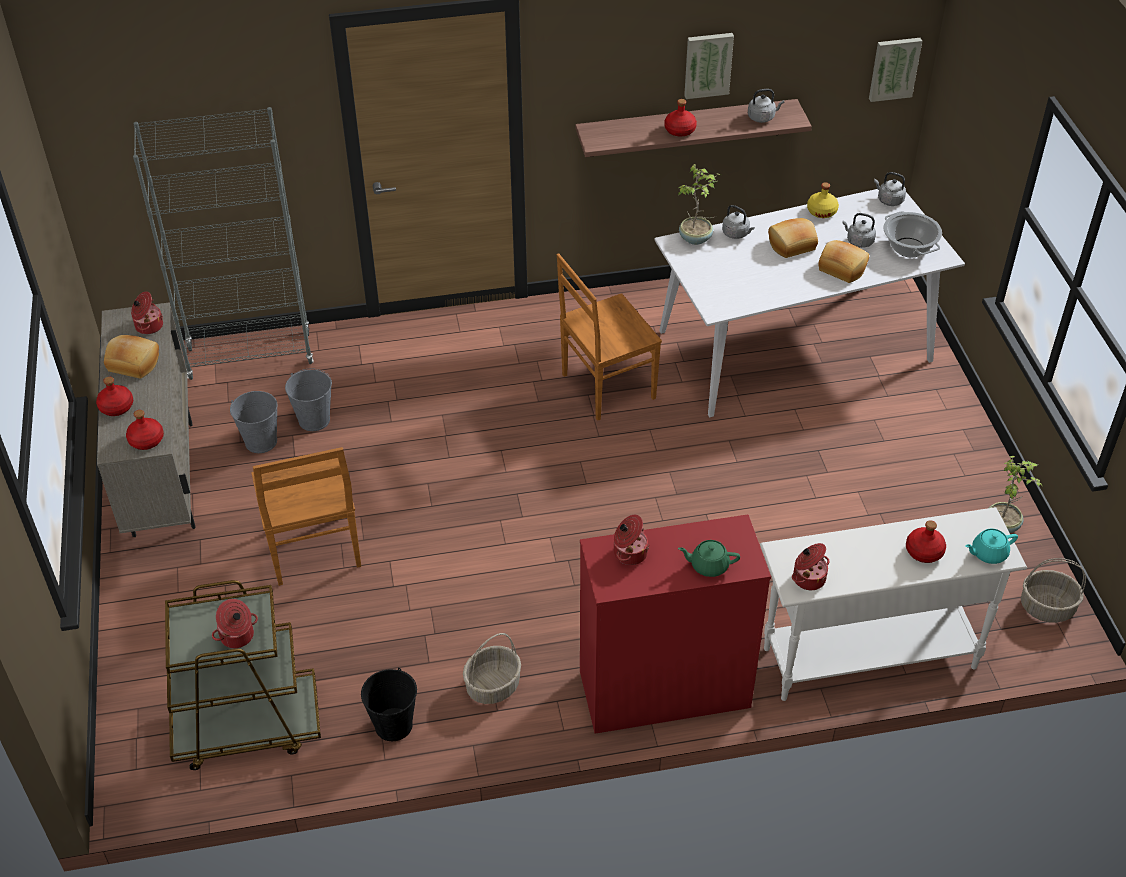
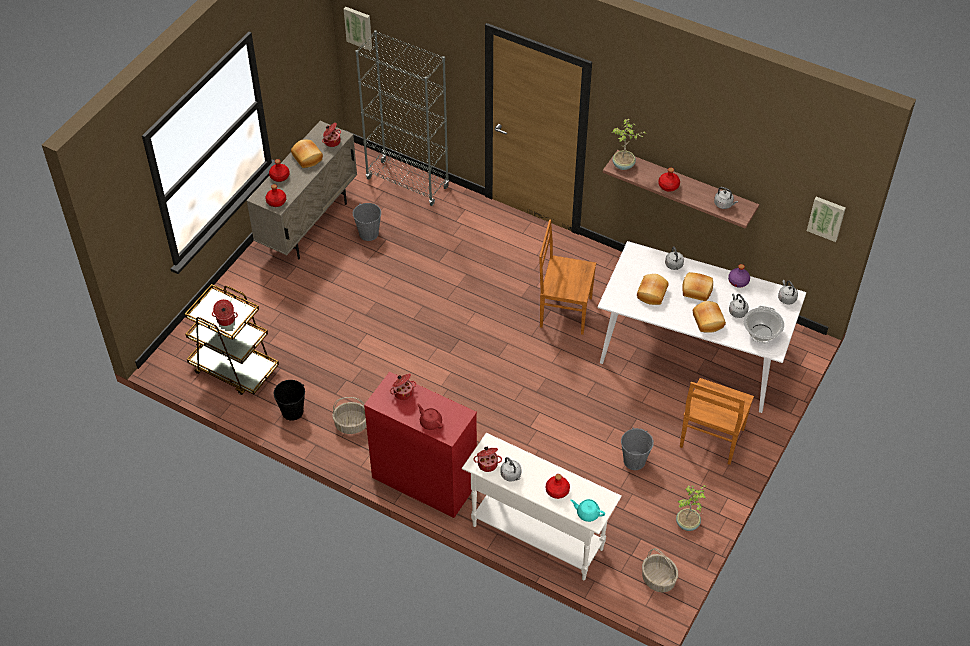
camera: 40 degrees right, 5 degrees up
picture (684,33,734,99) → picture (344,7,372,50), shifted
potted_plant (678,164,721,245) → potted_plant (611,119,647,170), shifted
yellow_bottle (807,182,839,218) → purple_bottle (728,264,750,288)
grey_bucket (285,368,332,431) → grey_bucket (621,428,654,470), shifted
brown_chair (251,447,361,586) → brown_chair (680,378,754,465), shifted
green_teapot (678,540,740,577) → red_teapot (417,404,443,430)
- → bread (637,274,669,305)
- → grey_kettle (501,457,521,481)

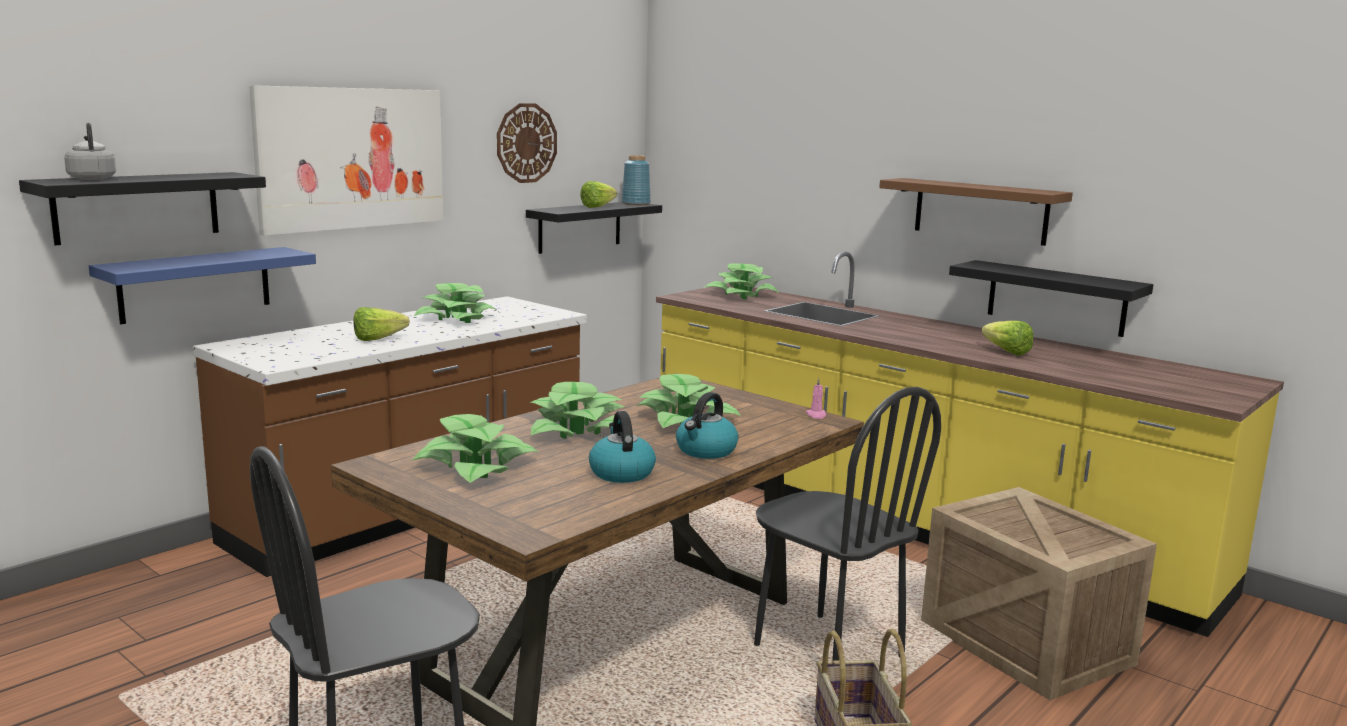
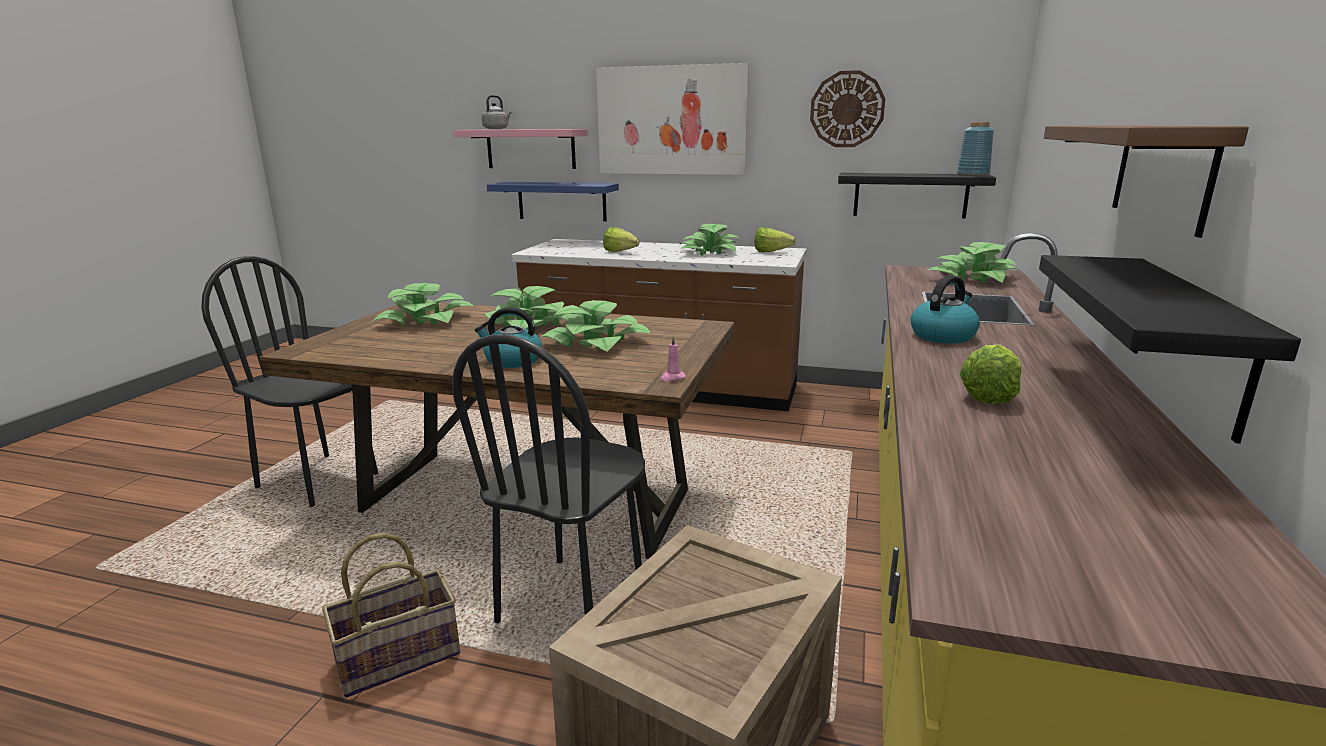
camera: 65 degrees right, 5 degrees up
black_shelf (19,172,266,245) → pink_shelf (453,129,588,169)
lettuce (580,181,617,208) → lettuce (755,227,796,252), shifted
kettle (589,411,656,483) → kettle (911,275,980,343), shifted

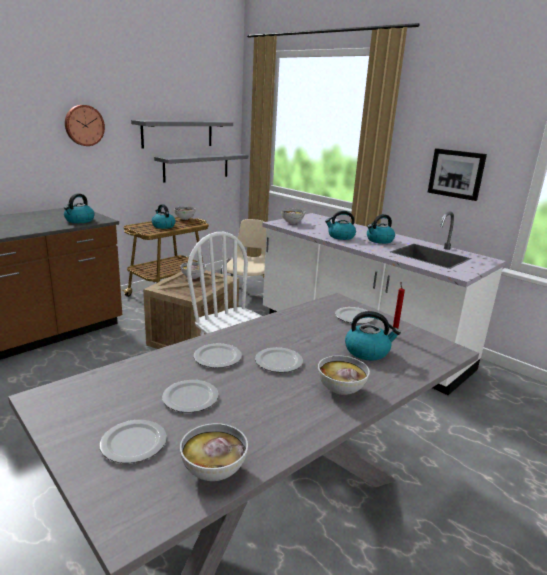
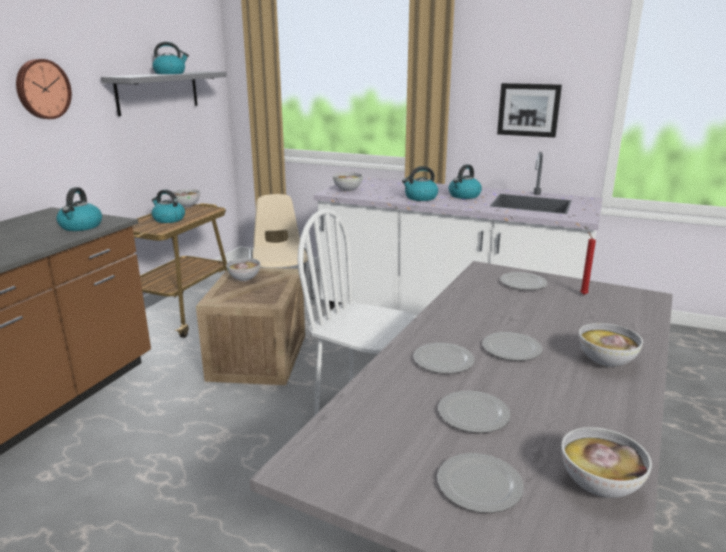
camera: 20 degrees left, 0 degrees up
grey_shelf (154,153,248,182) → -
kettle (345,311,401,361) → kettle (152,42,189,74), shifted

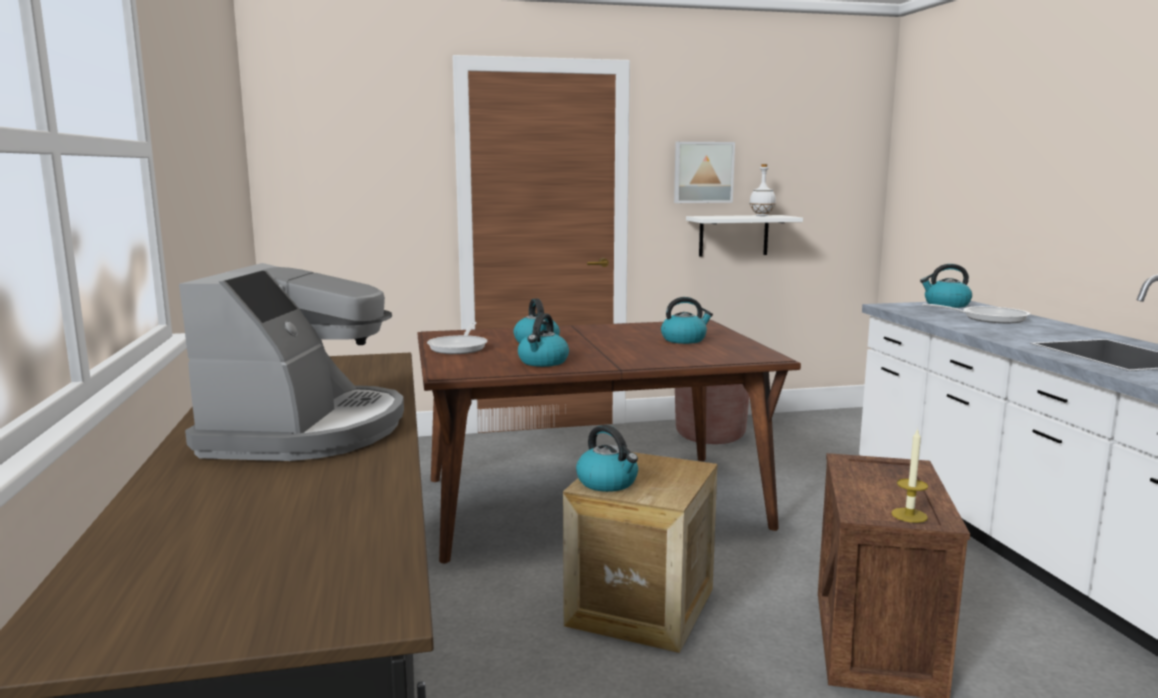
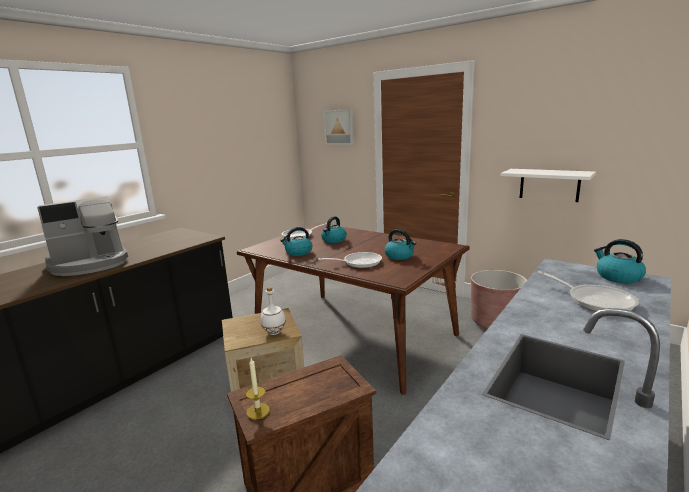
camera: 50 degrees right, 5 degrees up
picture (674,142,735,203) → picture (324,109,354,144), shifted
white_bottle (749,164,776,216) → white_bottle (260,287,286,335), shifted
kettle (576,425,638,492) → -
- → frying_pan (318,252,382,268)

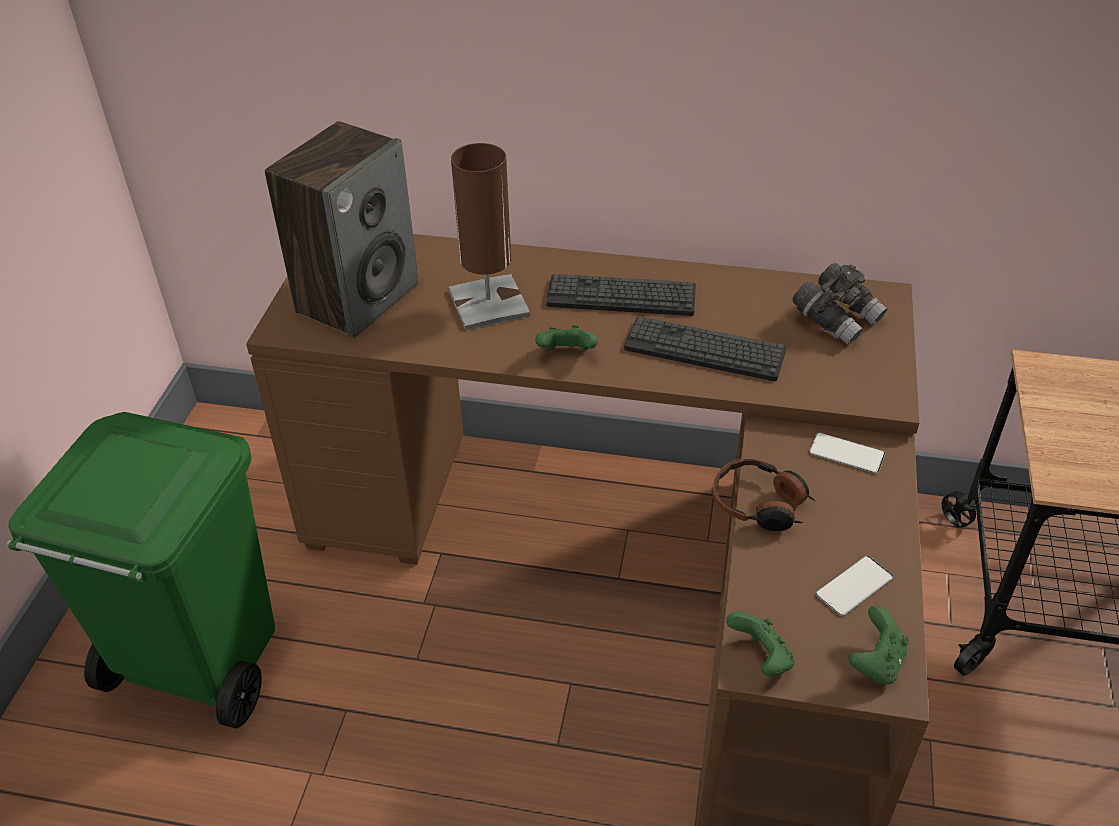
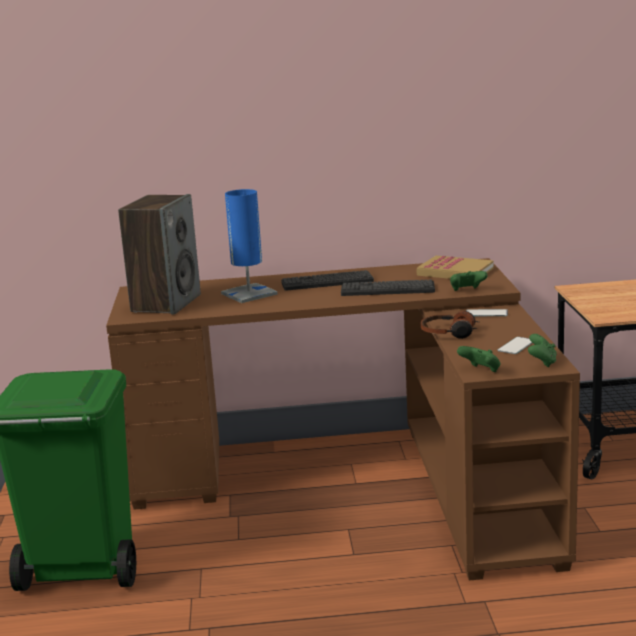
camera: 15 degrees left, 25 degrees down
brown_table_lamp (448,143,530,330) → blue_table_lamp (221,189,277,303)
grey_binoculars (793,263,887,345) → book (417,256,494,279)
green_game_controller (535,325,598,350) → green_game_controller (450,271,488,291), shifted

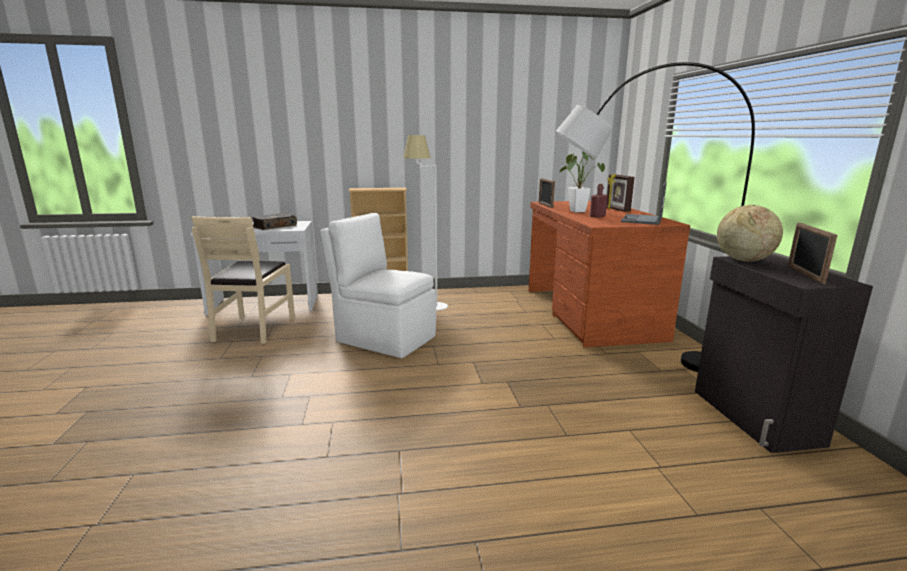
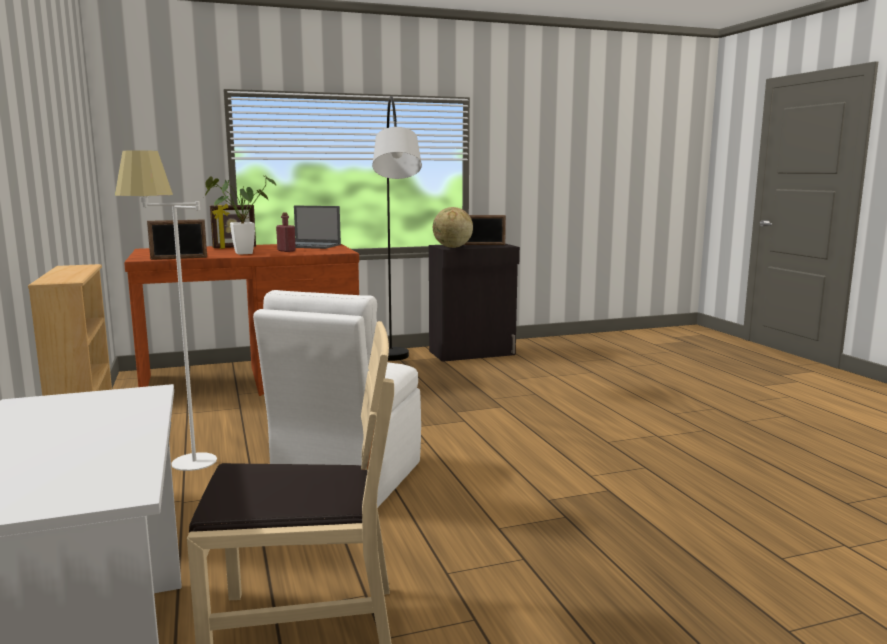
camera: 100 degrees left, 5 degrees down
book (251,213,297,230) → -

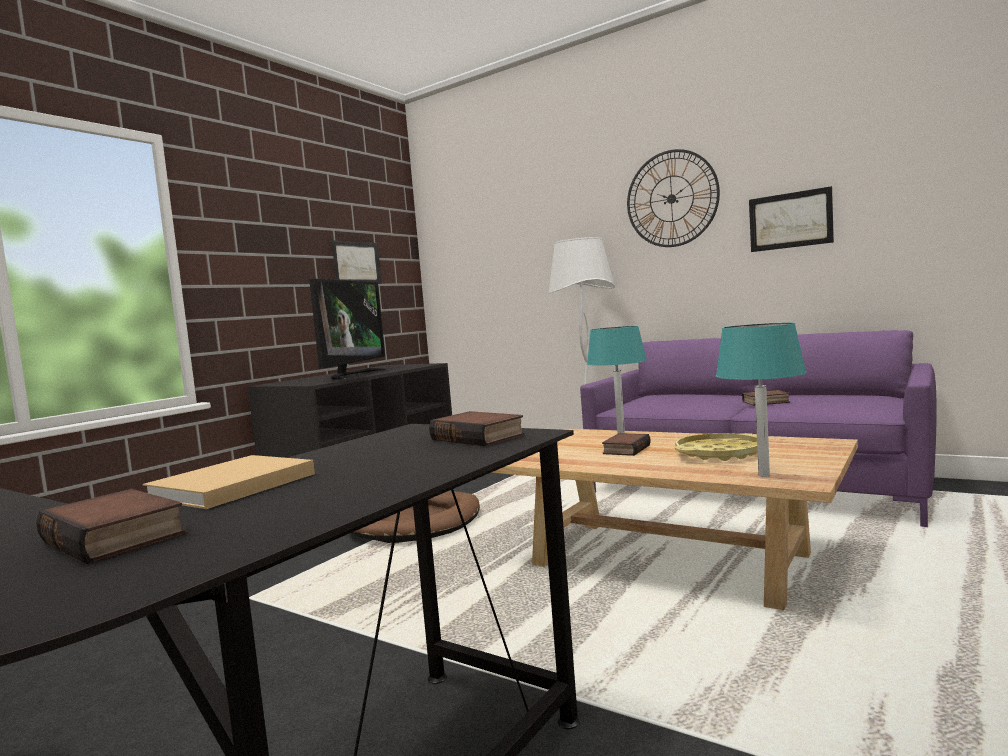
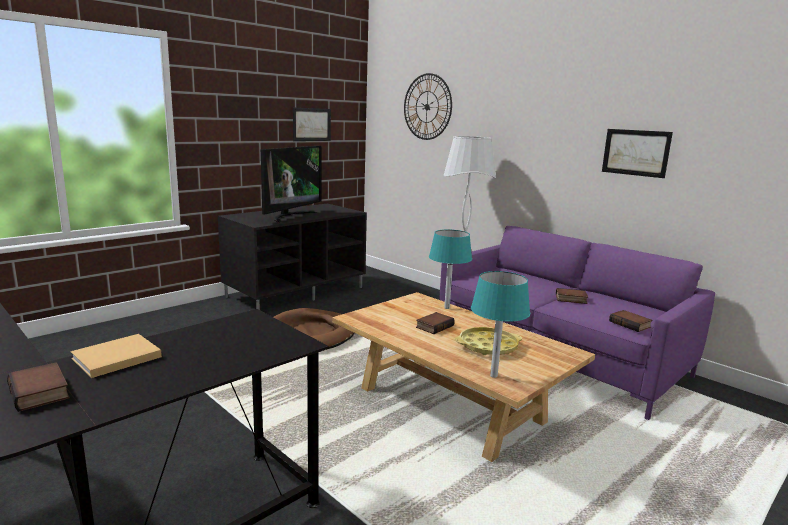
camera: 10 degrees right, 10 degrees up
wall_clock (627,149,720,247) → wall_clock (404,73,452,140), shifted
book (429,411,525,446) → book (609,310,652,332), shifted

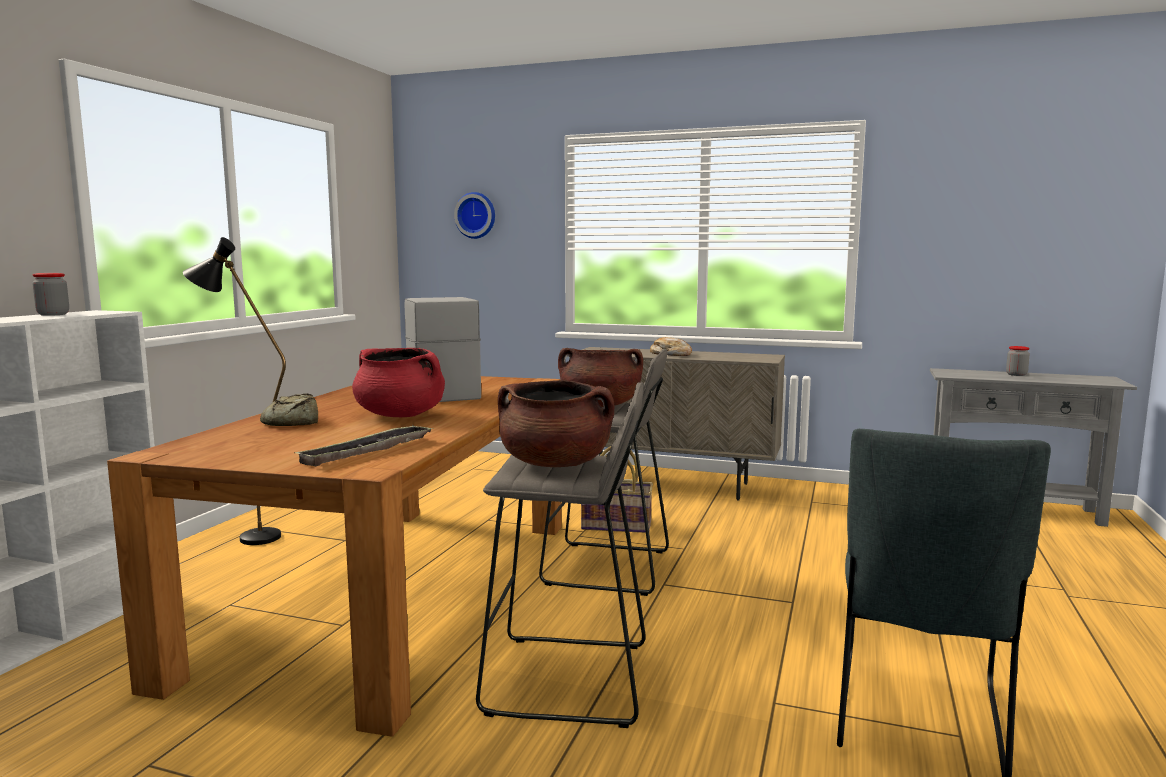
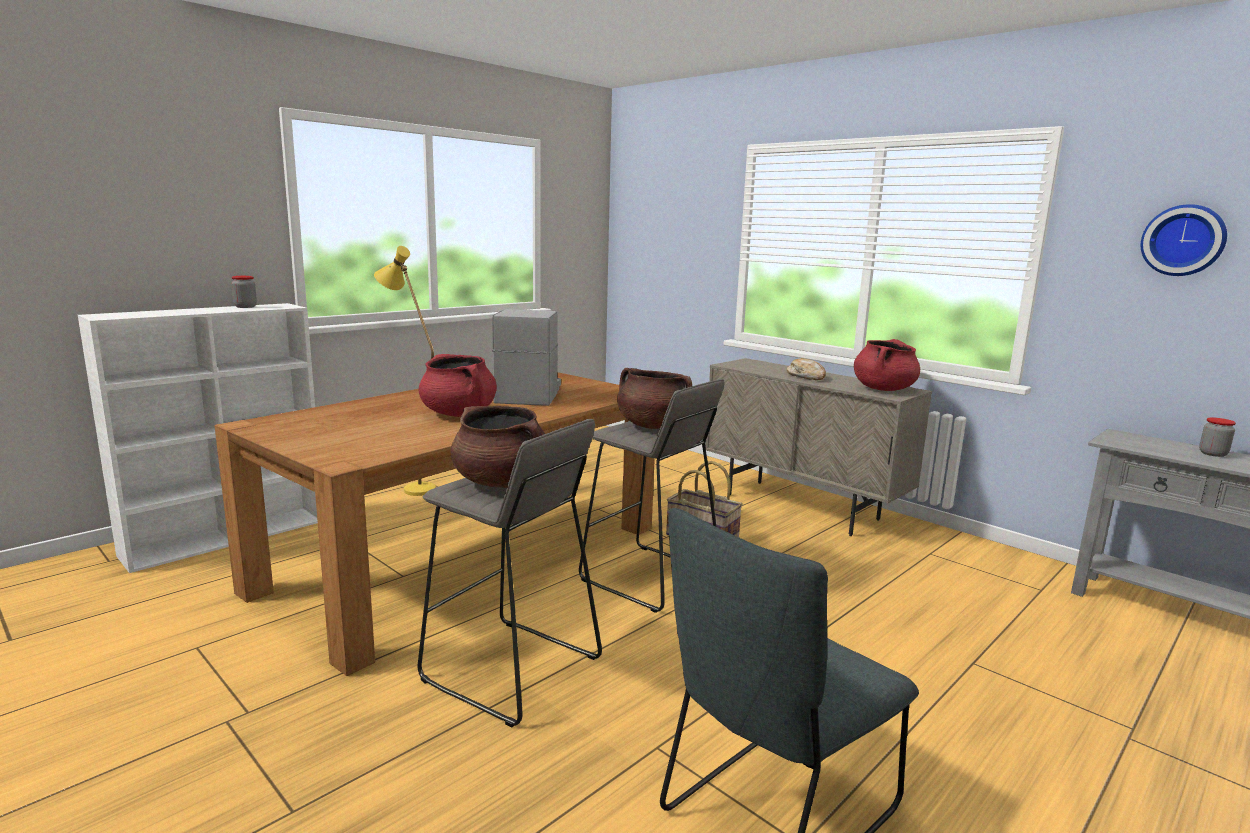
camera: 25 degrees right, 5 degrees up
wall_clock (454,192,495,239) → wall_clock (1141,204,1227,276), shifted
black_floor_lamp (183,237,286,545) → yellow_floor_lamp (374,246,436,496)
bread (260,394,318,426) → -
tray (295,425,433,466) → -
- → red_cooking_pot (854,339,920,391)

